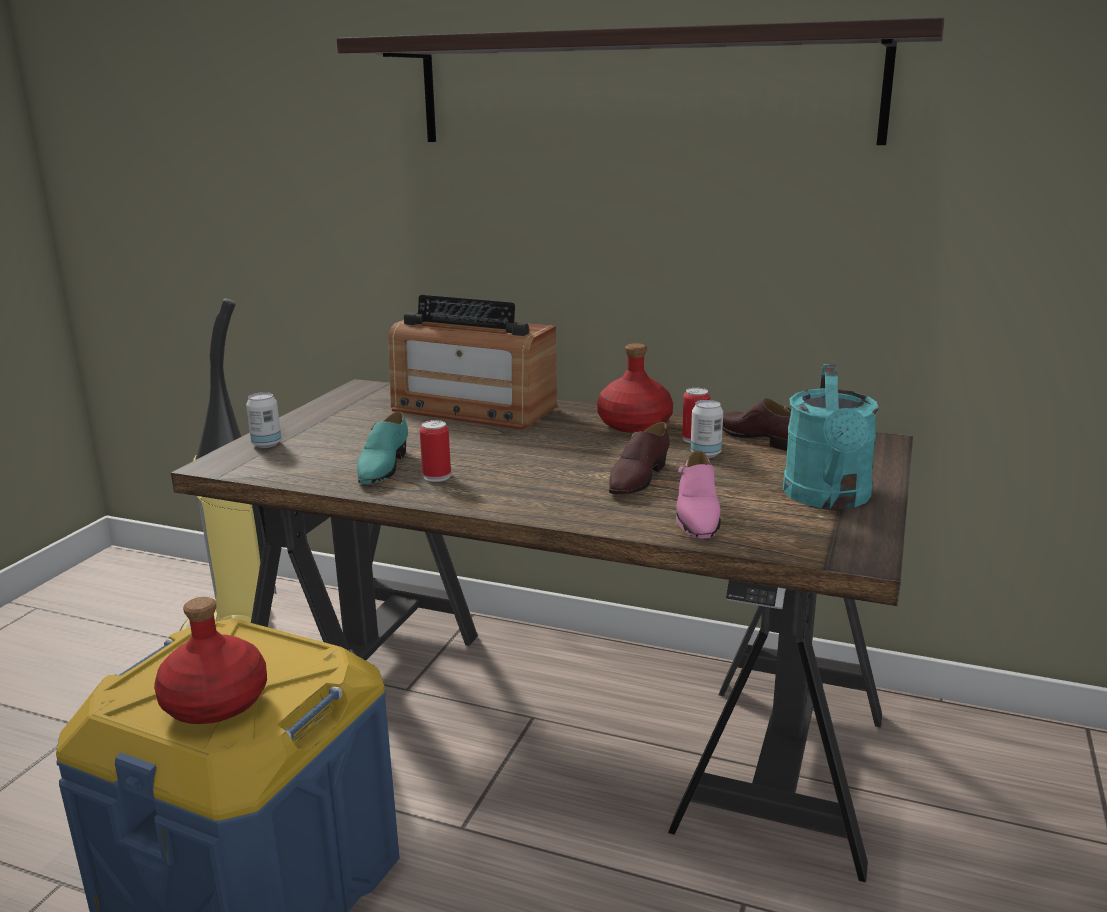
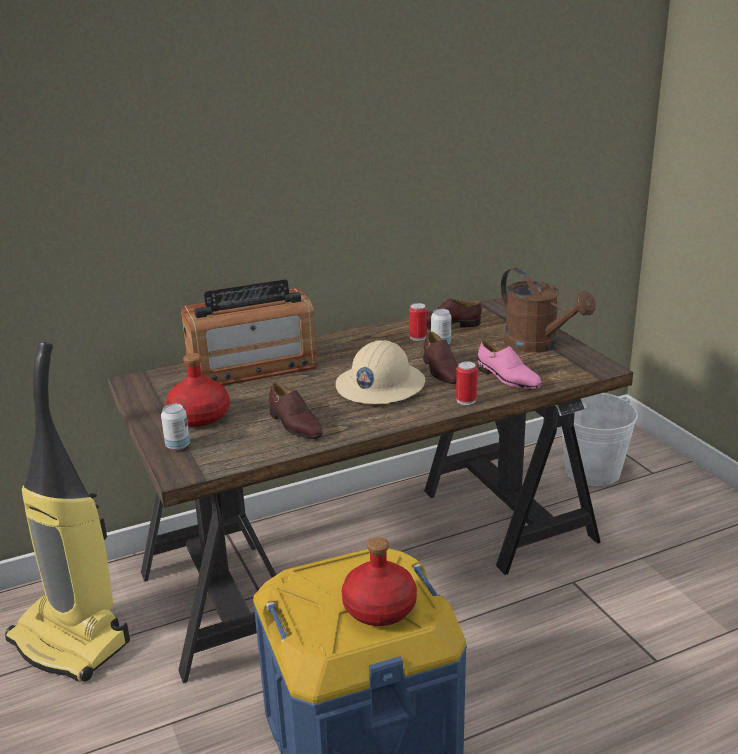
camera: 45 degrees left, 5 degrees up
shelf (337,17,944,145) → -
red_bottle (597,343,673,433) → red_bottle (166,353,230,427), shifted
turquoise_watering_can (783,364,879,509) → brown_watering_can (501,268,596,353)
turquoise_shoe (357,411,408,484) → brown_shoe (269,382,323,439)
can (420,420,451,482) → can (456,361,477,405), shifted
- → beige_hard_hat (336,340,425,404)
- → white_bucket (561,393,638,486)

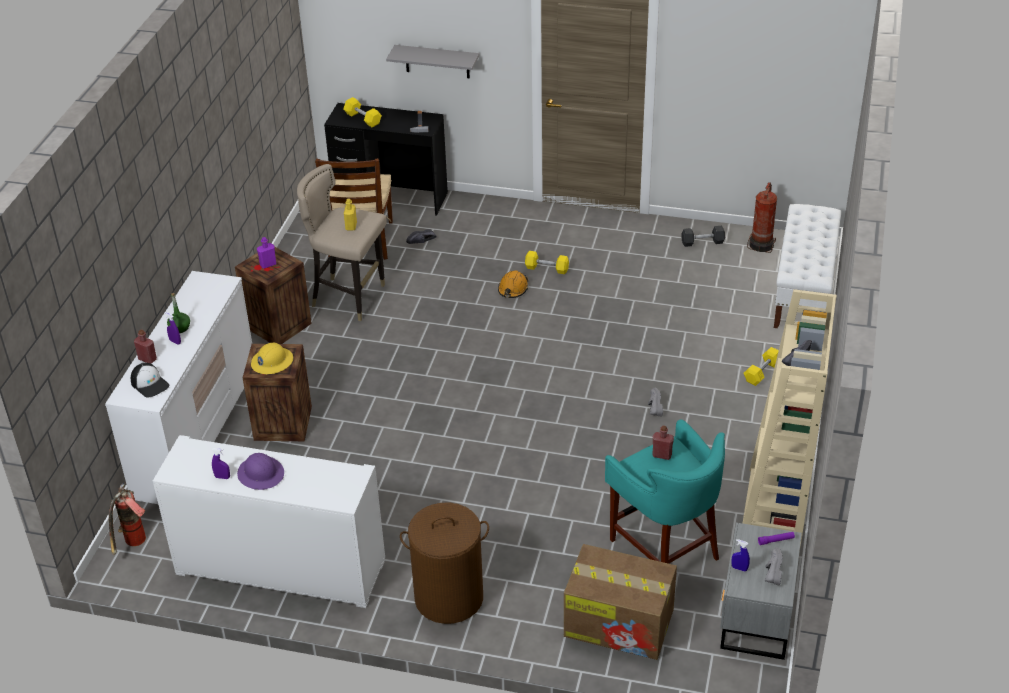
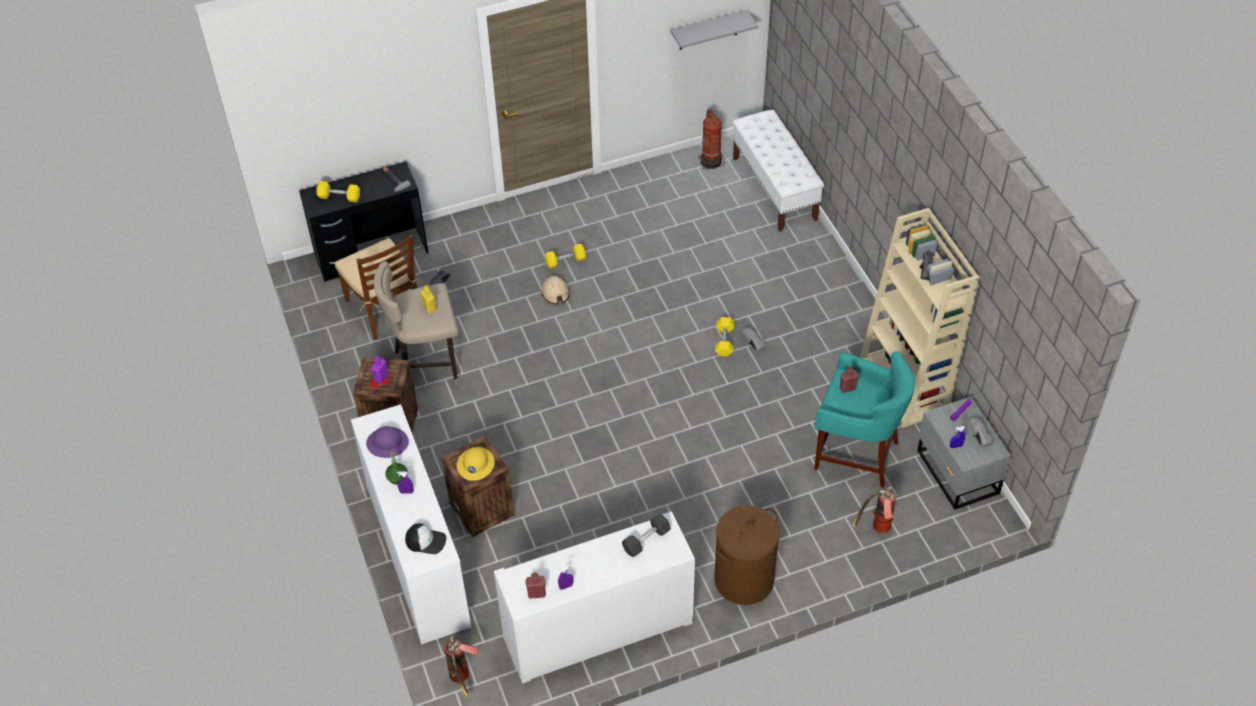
camera: 35 degrees left, 10 degrees up
grey_shelf (386,45,479,78) → grey_shelf (670,10,758,50), shifted
grey_dumbbell (681,226,725,247) → grey_dumbbell (622,514,671,557), shifted
orange_hard_hat (498,270,528,298) → beige_hard_hat (541,276,570,304)
red_bottle (134,329,157,364) → red_bottle (525,572,546,599), shifted
yellow_dumbbell (744,347,779,386) → yellow_dumbbell (715,317,735,357), shifted
purple_hard_hat (237,453,284,490) → purple_hard_hat (366,426,409,458), shifted
cardboard_box (564,544,677,660) → fire_extinguisher (852,486,898,533)

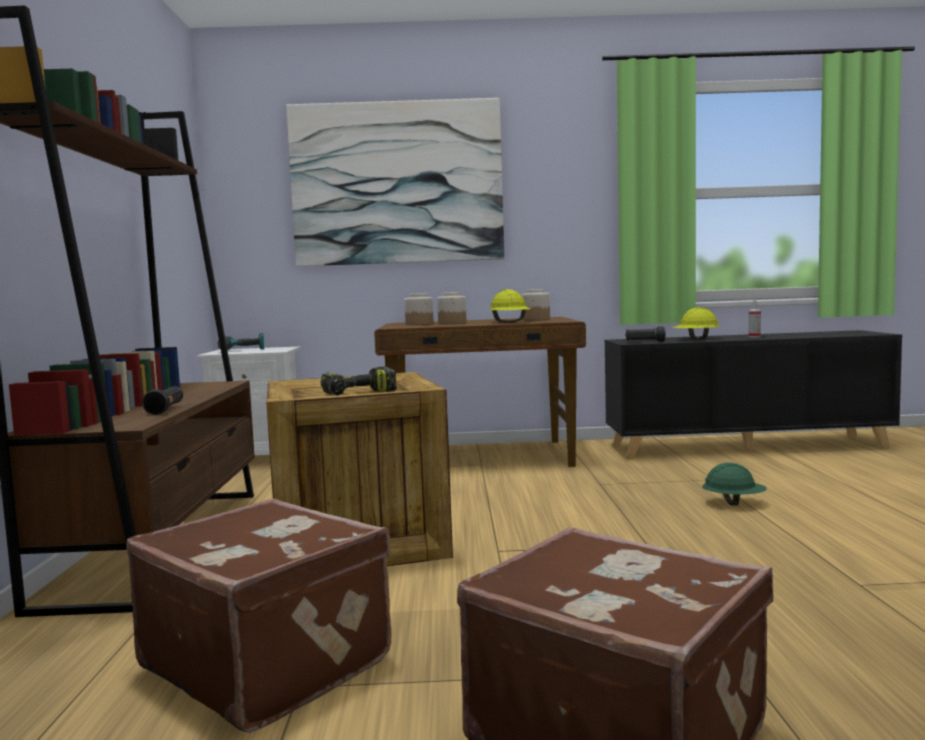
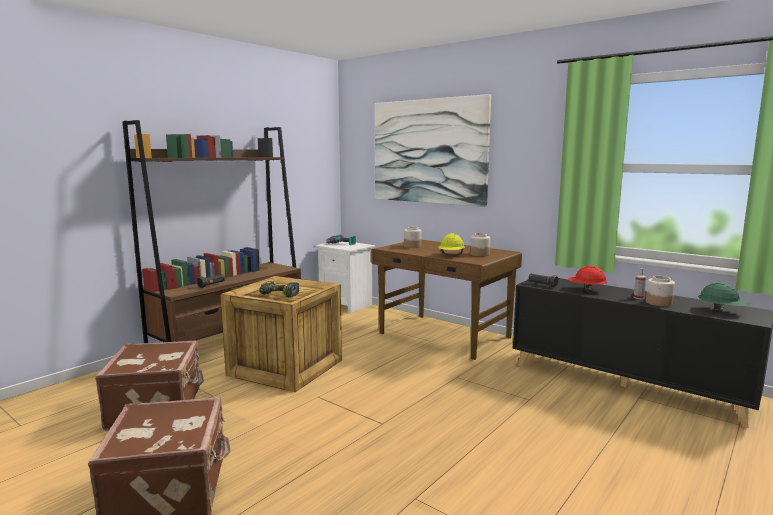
camera: 40 degrees right, 5 degrees up
jar (437,292,466,324) → jar (646,276,675,307), shifted
yellow_hard_hat (672,307,719,340) → red_hard_hat (568,266,608,291)
green_hard_hat (702,463,767,505) → green_hard_hat (698,282,749,312), shifted

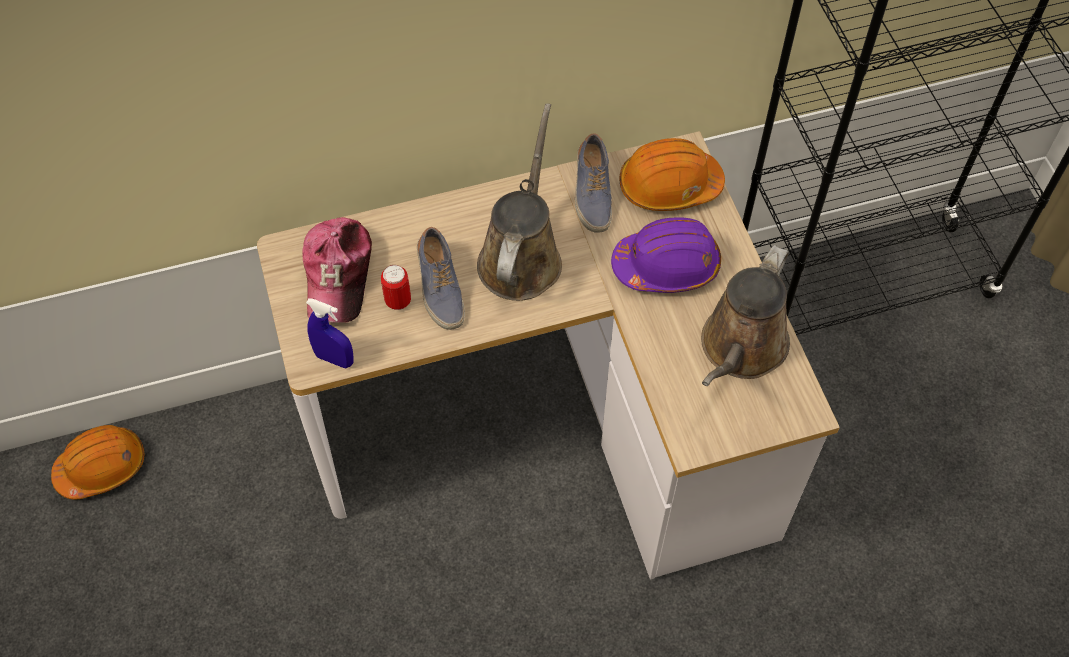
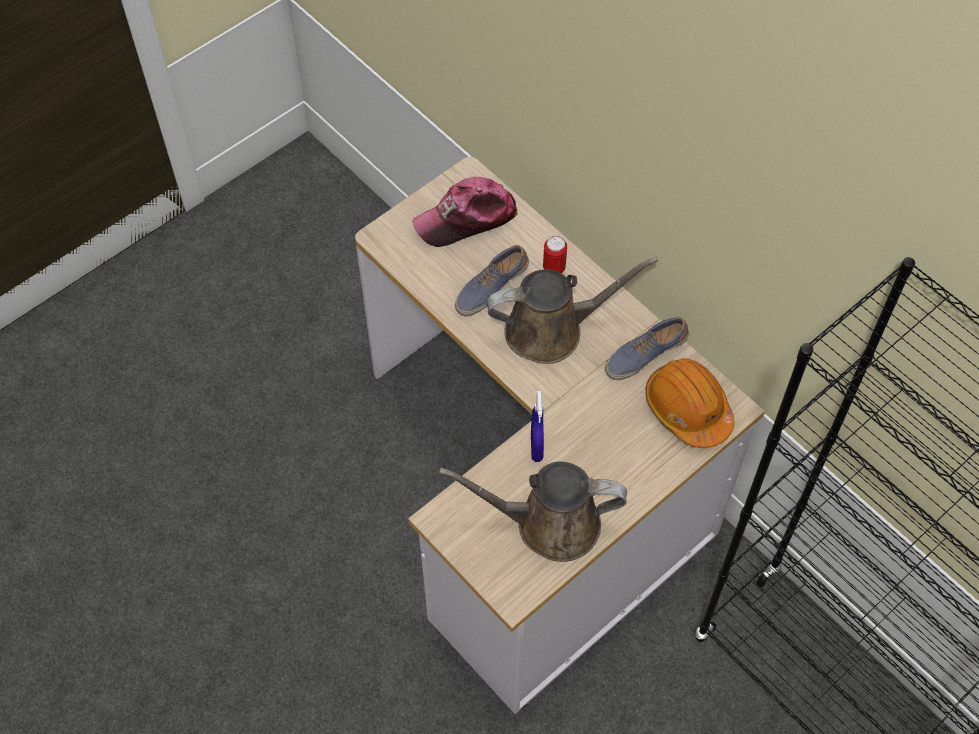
camera: 65 degrees right, 0 degrees up
purple_hard_hat (611,217,721,293) → -
can (381,265,411,310) → can (543,236,567,273), shifted
blue_spray_bottle (306,298,354,368) → blue_spray_bottle (531,391,544,462), shifted
orange_hard_hat (51,425,144,499) → -

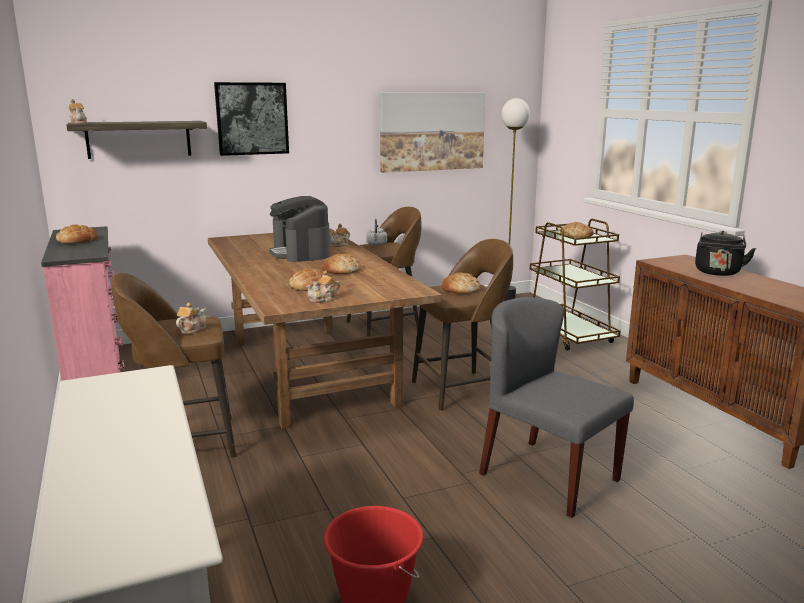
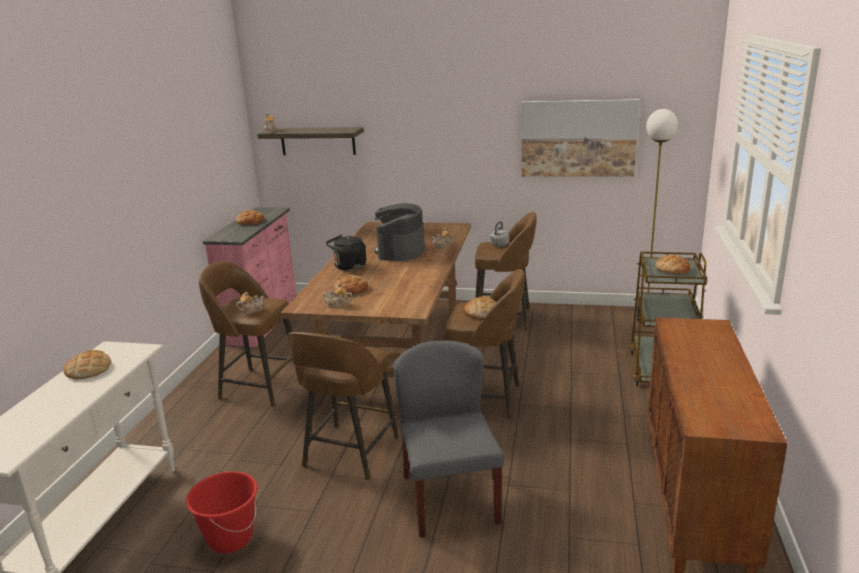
camera: 35 degrees right, 5 degrees up
picture (214,82,289,156) → -
black_kettle (695,231,756,276) → black_kettle (326,235,366,270), shifted
bread (322,254,361,274) → bread (63,350,111,379), shifted
- → brown_stool (288,332,399,480)

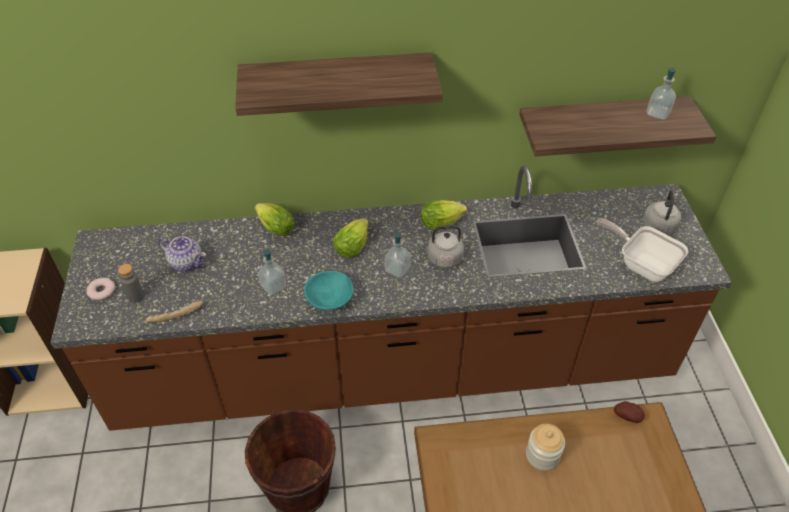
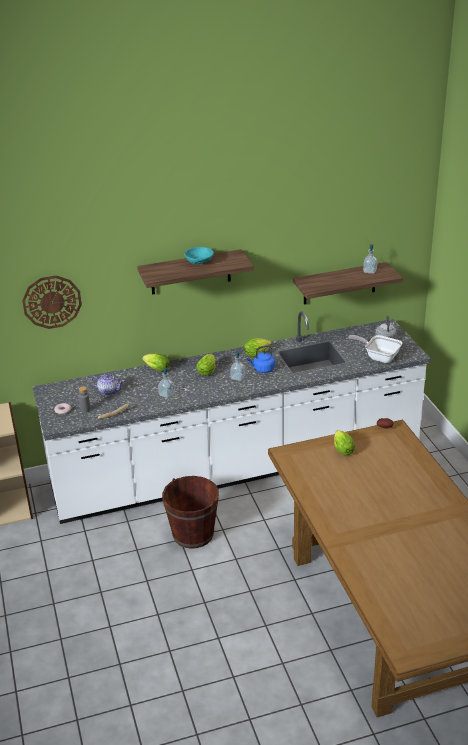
camera: 10 degrees left, 15 degrees down
brown_counter (51,166,732,431) → white_counter (32,312,431,524)
grey_kettle (417,225,464,268) → blue_kettle (247,345,275,373)
turquoise_bowl (304,271,354,310) → turquoise_bowl (184,247,214,264), shifted
jar (526,424,565,471) → lettuce (334,430,355,456)
- → wall_clock (22,275,82,329)

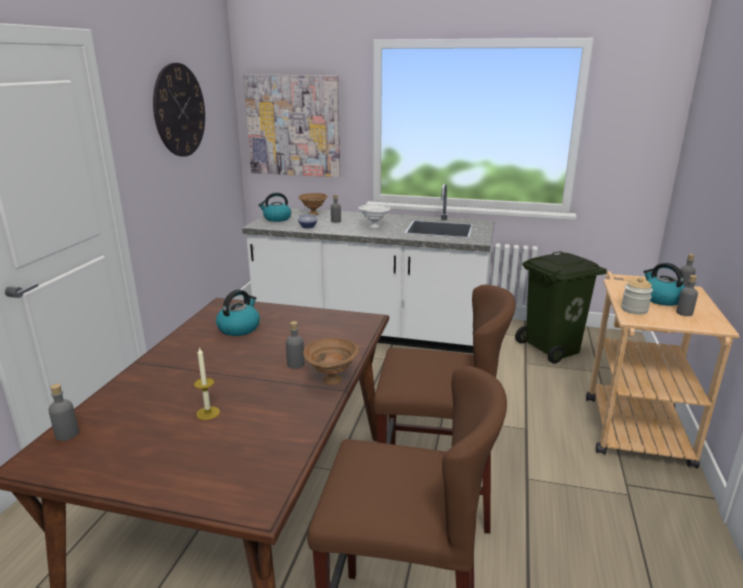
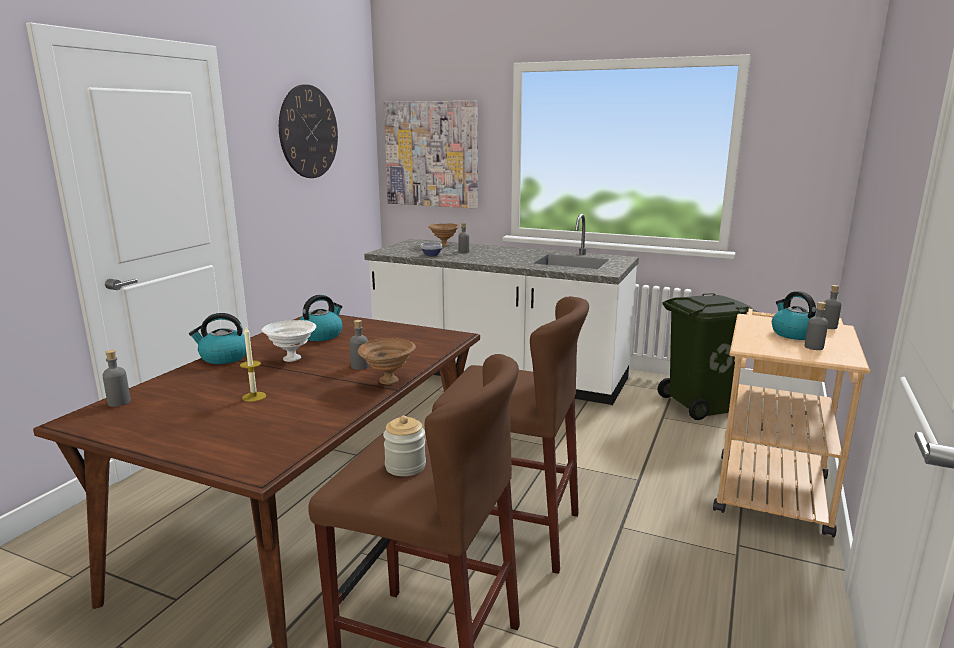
camera: 10 degrees right, 5 degrees down
kettle (258,193,291,222) → kettle (189,313,247,364), shifted
white_bowl (358,204,391,228) → white_bowl (262,320,316,362), shifted
jar (621,277,653,315) → jar (383,416,426,476), shifted

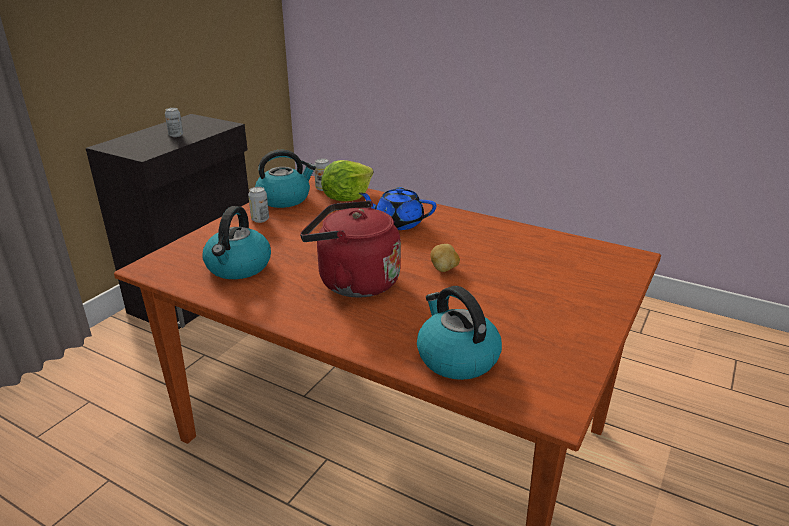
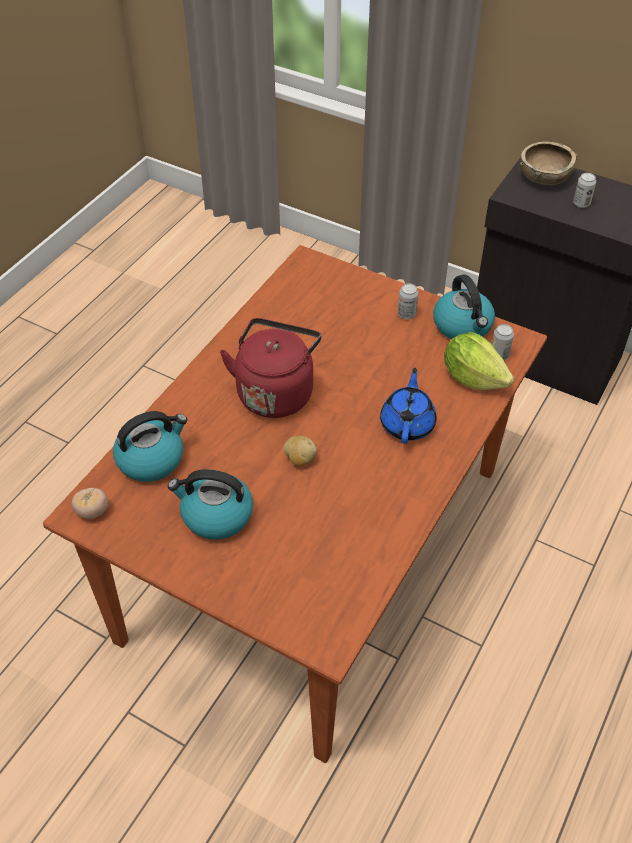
camera: 90 degrees right, 20 degrees up
kettle (202,206,271,279) → kettle (168,469,253,540), shifted
- → brown_bowl (520,141,577,185)
- → tomato (71,488,108,519)

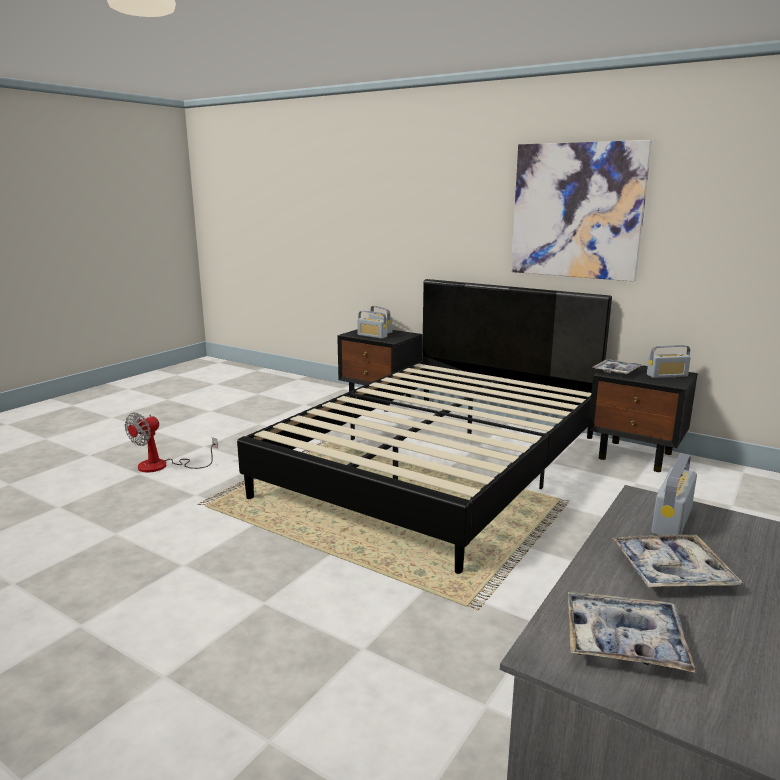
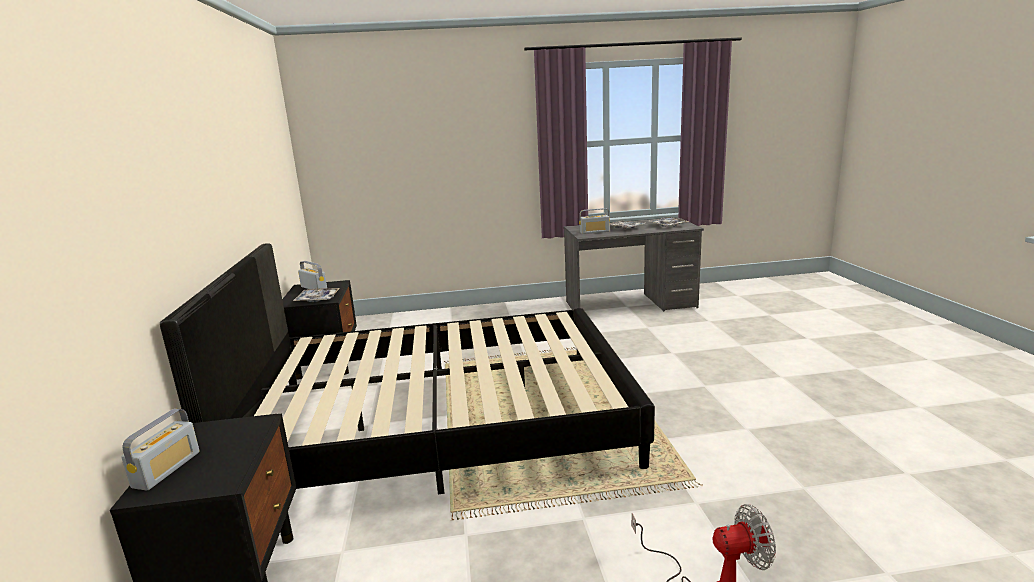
camera: 130 degrees left, 0 degrees up
picture (511,140,652,282) → -
radio (357,311,387,339) → -

